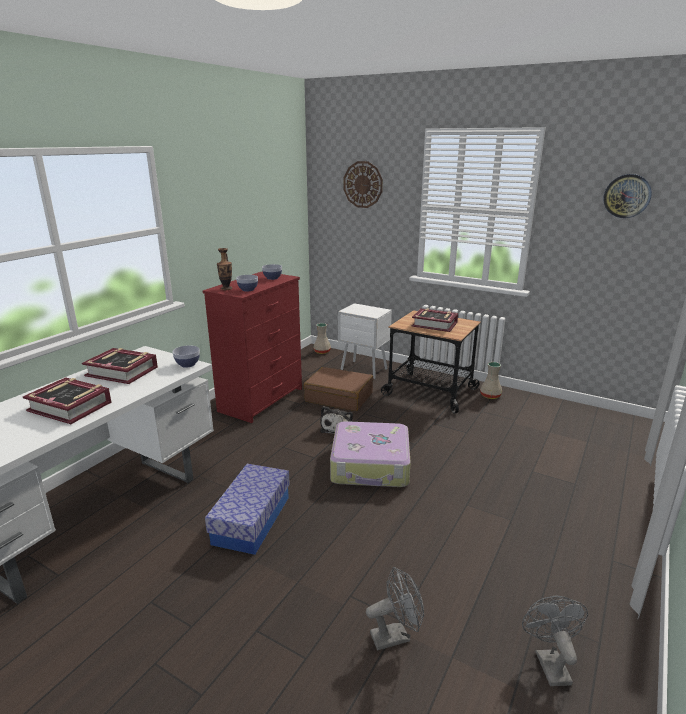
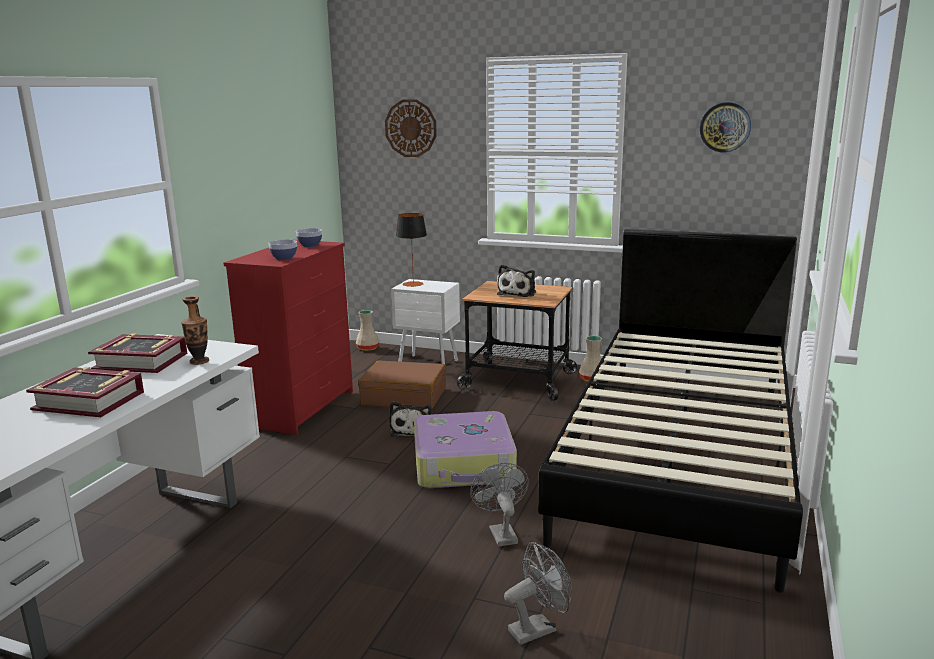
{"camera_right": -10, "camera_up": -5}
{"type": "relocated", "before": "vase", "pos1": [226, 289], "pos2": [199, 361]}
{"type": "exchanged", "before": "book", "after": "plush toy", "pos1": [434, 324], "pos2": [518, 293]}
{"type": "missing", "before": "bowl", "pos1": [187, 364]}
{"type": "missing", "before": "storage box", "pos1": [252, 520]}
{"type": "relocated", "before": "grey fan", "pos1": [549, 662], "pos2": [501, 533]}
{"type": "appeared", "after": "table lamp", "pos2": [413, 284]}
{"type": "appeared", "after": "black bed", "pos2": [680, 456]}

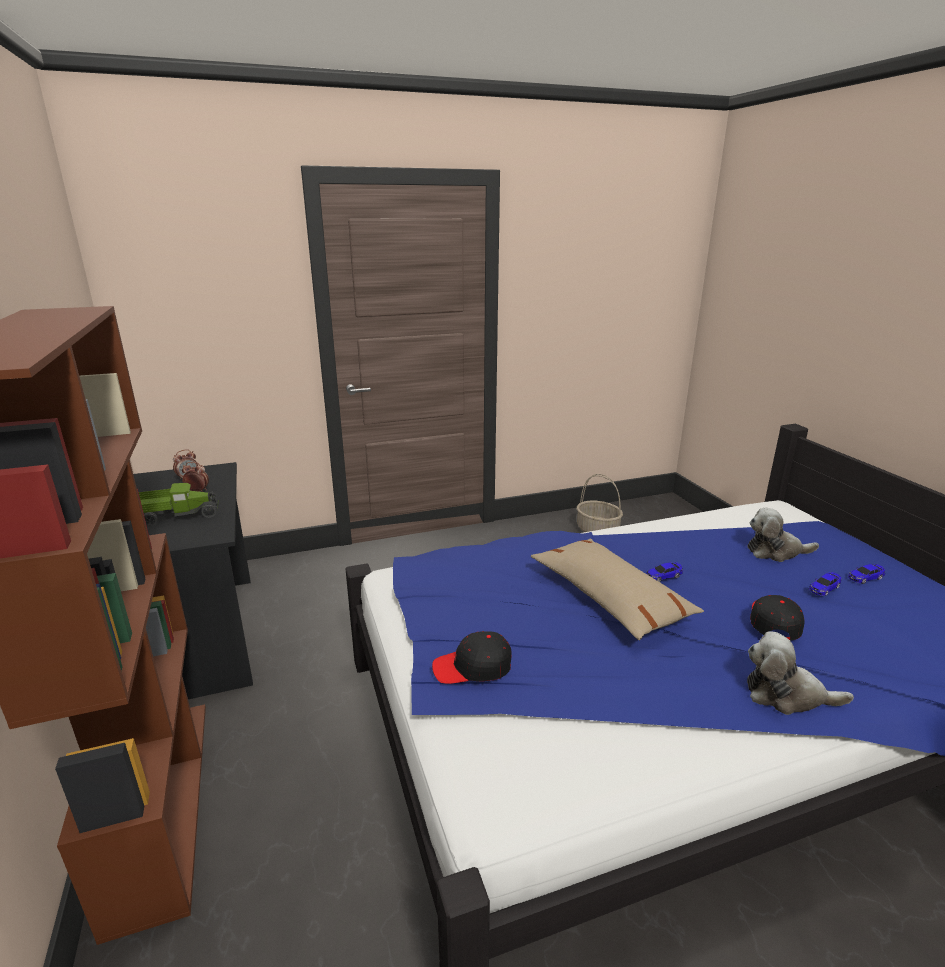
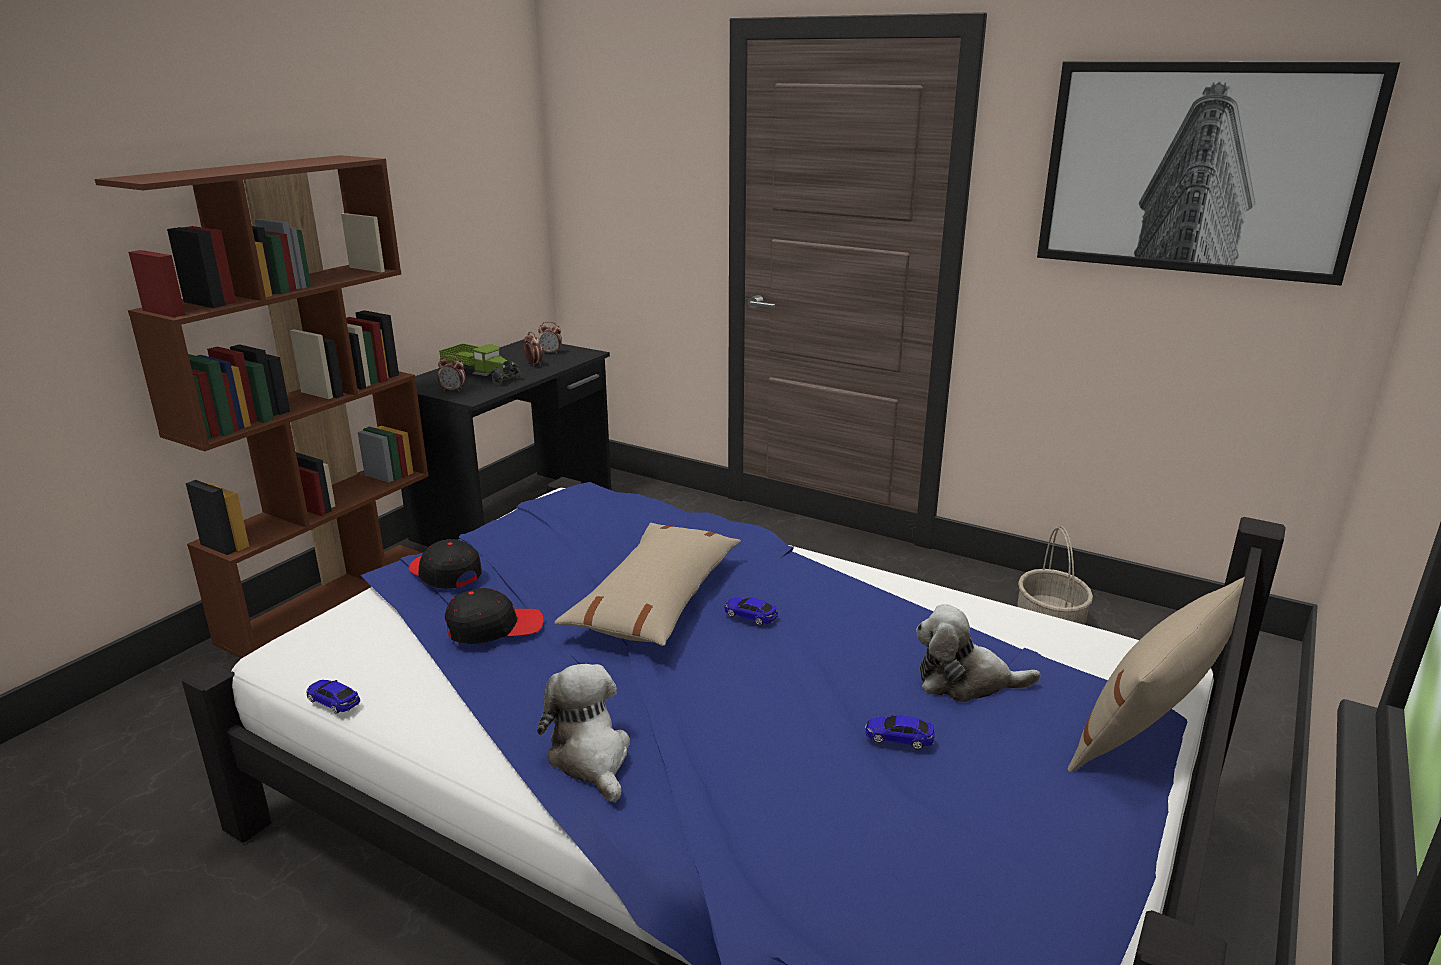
{"camera_right": 50, "camera_up": 0}
{"type": "spun", "before": "plush toy", "pos1": [775, 551], "pos2": [965, 681], "turn": -45}
{"type": "relocated", "before": "toy car", "pos1": [865, 578], "pos2": [333, 701]}
{"type": "relocated", "before": "black cap", "pos1": [773, 621], "pos2": [494, 627]}
{"type": "appeared", "after": "picture", "pos2": [1199, 169]}
{"type": "appeared", "after": "alarm clock", "pos2": [453, 390]}
{"type": "appeared", "after": "beige pillow", "pos2": [1151, 720]}

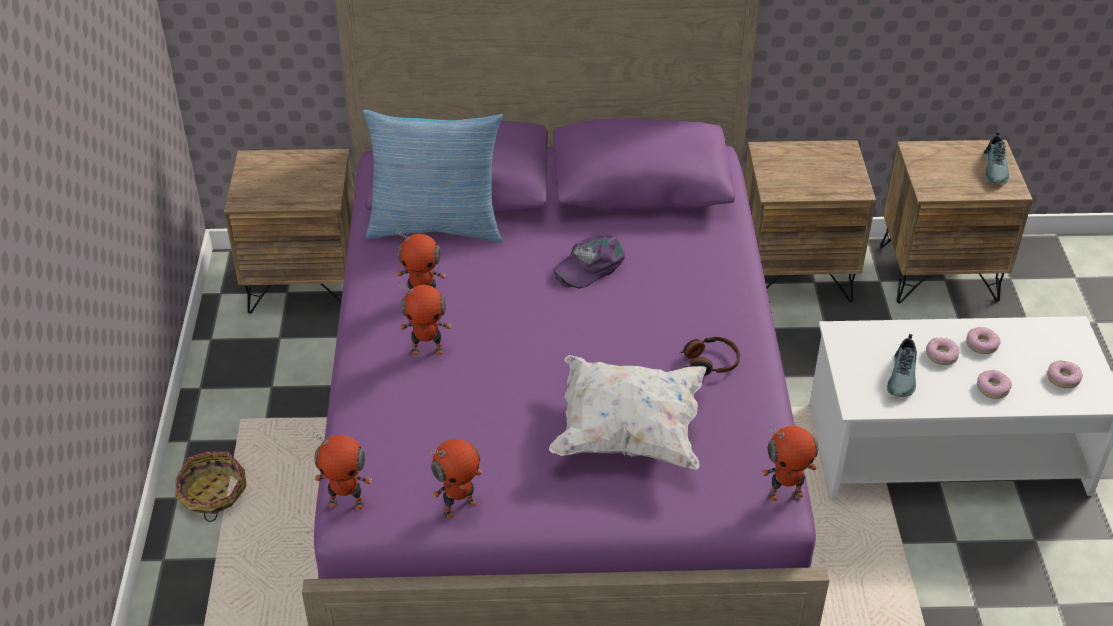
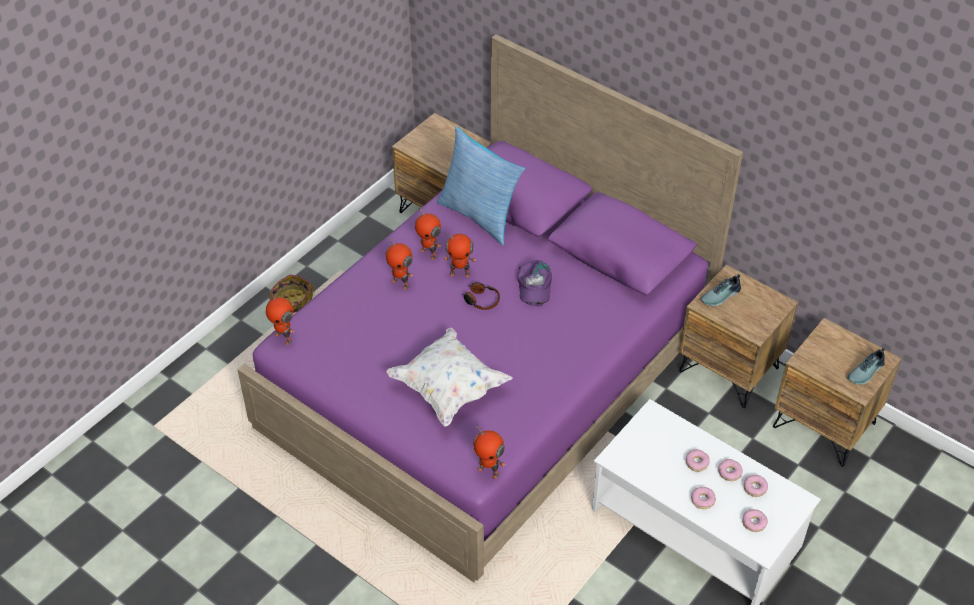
{"camera_right": 40, "camera_up": 5}
{"type": "spun", "before": "purple cap", "pos1": [589, 265], "pos2": [534, 286], "turn": -90}
{"type": "relocated", "before": "shoe", "pos1": [903, 376], "pos2": [721, 296]}
{"type": "relocated", "before": "headphones", "pos1": [709, 362], "pos2": [481, 300]}
{"type": "relocated", "before": "toy robot", "pos1": [458, 506], "pos2": [460, 273]}
{"type": "appeared", "after": "donut", "pos2": [754, 488]}

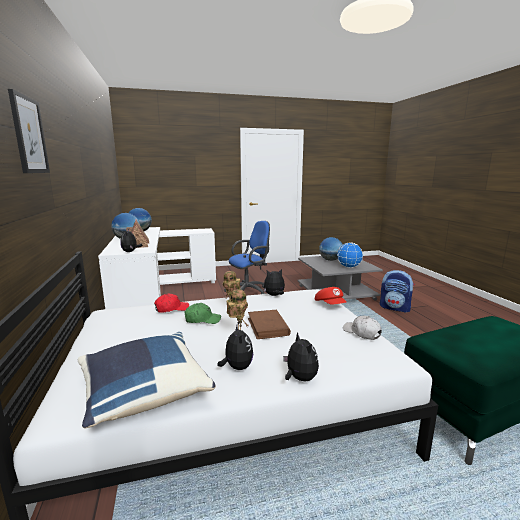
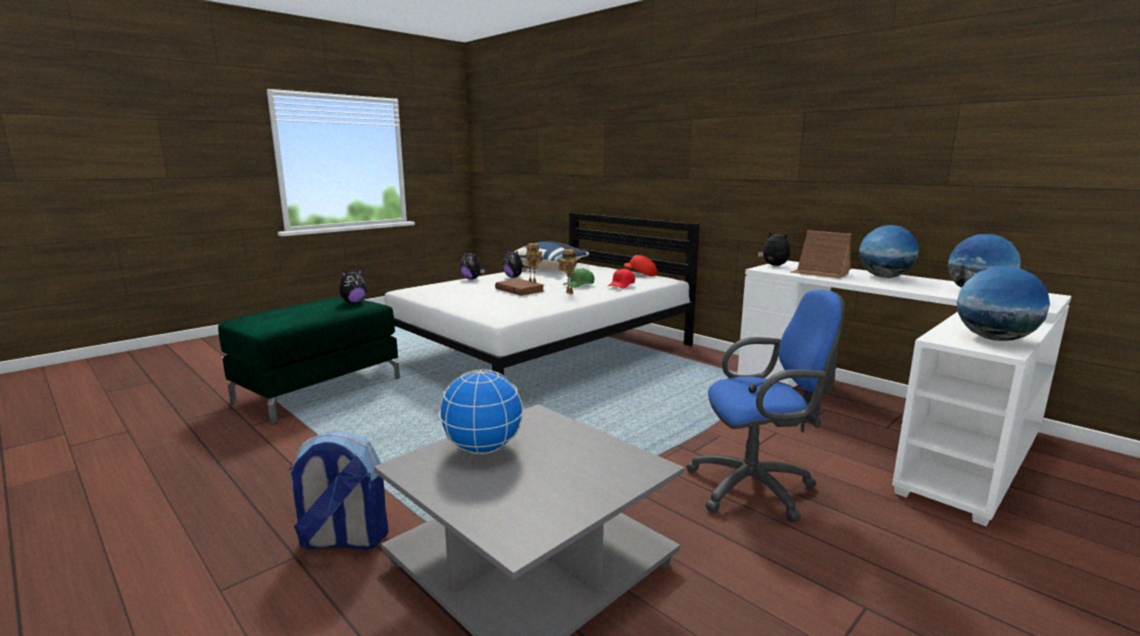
{"camera_right": 150, "camera_up": 0}
{"type": "missing", "before": "picture", "pos1": [29, 135]}
{"type": "spun", "before": "blue office chair", "pos1": [249, 291], "pos2": [757, 488], "turn": -120}
{"type": "relocated", "before": "globe", "pos1": [330, 260], "pos2": [994, 339]}
{"type": "relocated", "before": "plush toy", "pos1": [274, 295], "pos2": [354, 302]}
{"type": "relocated", "before": "red cap", "pos1": [330, 305], "pos2": [640, 274]}
{"type": "missing", "before": "white cap", "pos1": [361, 333]}

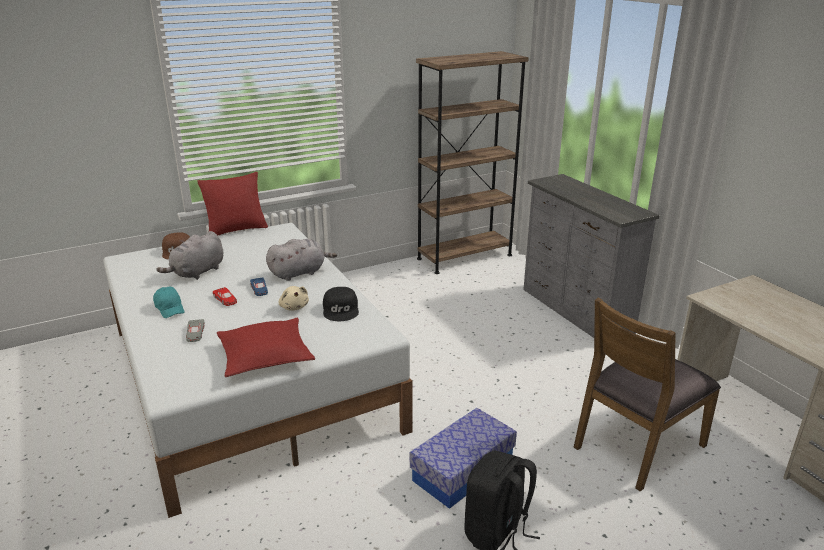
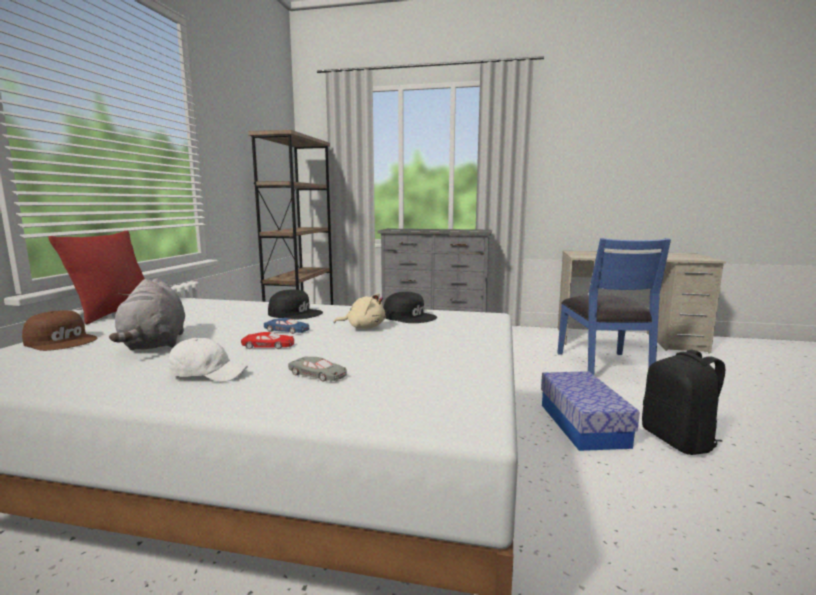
{"camera_right": -50, "camera_up": -15}
{"type": "exchanged", "before": "grey plush toy", "after": "black cap", "pos1": [299, 273], "pos2": [295, 313]}
{"type": "colour", "before": "turquoise cap", "after": "white cap", "pos1": [170, 308], "pos2": [208, 374]}
{"type": "colour", "before": "brown chair", "after": "blue chair", "pos1": [637, 445], "pos2": [604, 366]}
{"type": "missing", "before": "red pillow", "pos1": [265, 356]}

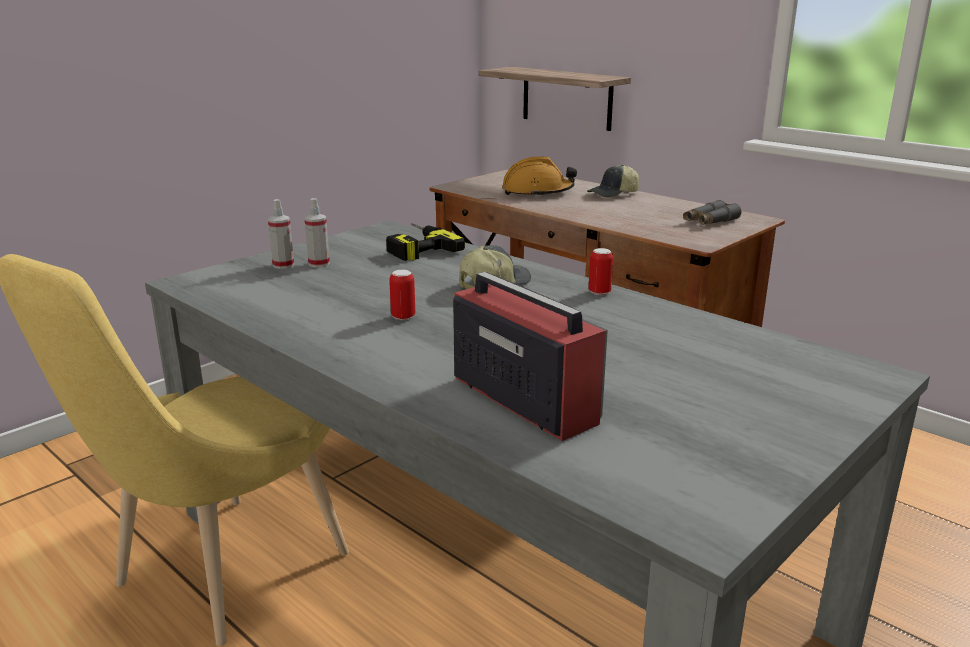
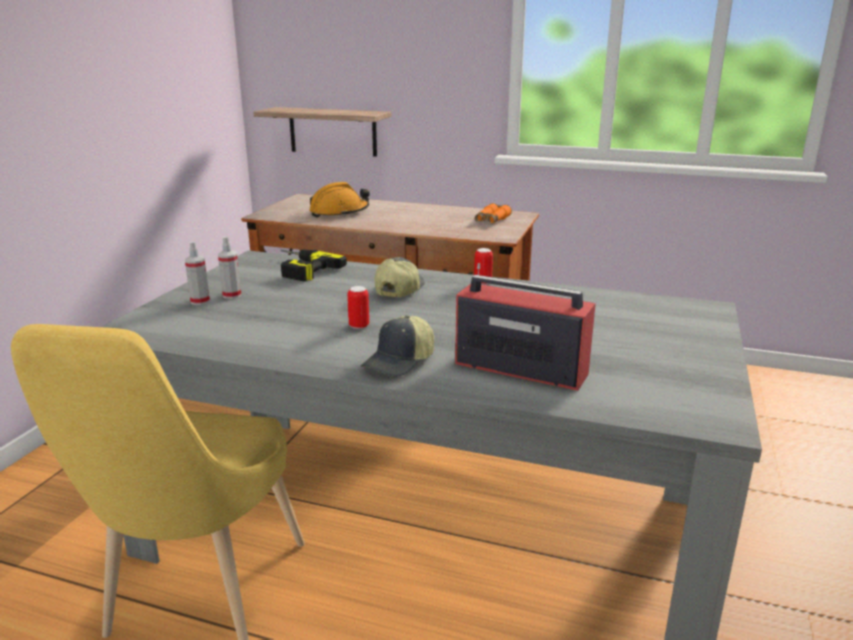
{"camera_right": -25, "camera_up": 0}
{"type": "relocated", "before": "cap", "pos1": [613, 194], "pos2": [400, 362]}
{"type": "colour", "before": "grey binoculars", "after": "orange binoculars", "pos1": [710, 221], "pos2": [492, 220]}

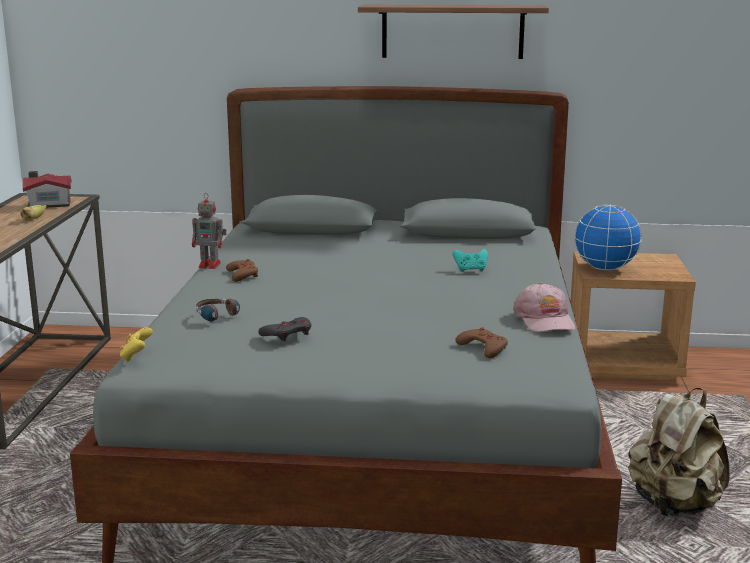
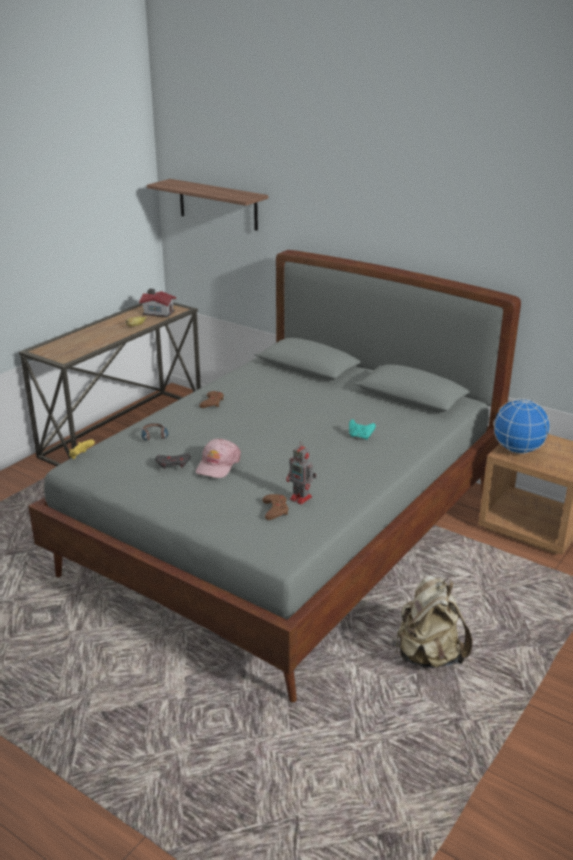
{"camera_right": 30, "camera_up": 10}
{"type": "relocated", "before": "shelf", "pos1": [452, 31], "pos2": [218, 204]}
{"type": "relocated", "before": "toy robot", "pos1": [211, 265], "pos2": [301, 498]}
{"type": "relocated", "before": "pink cap", "pos1": [545, 320], "pos2": [217, 465]}

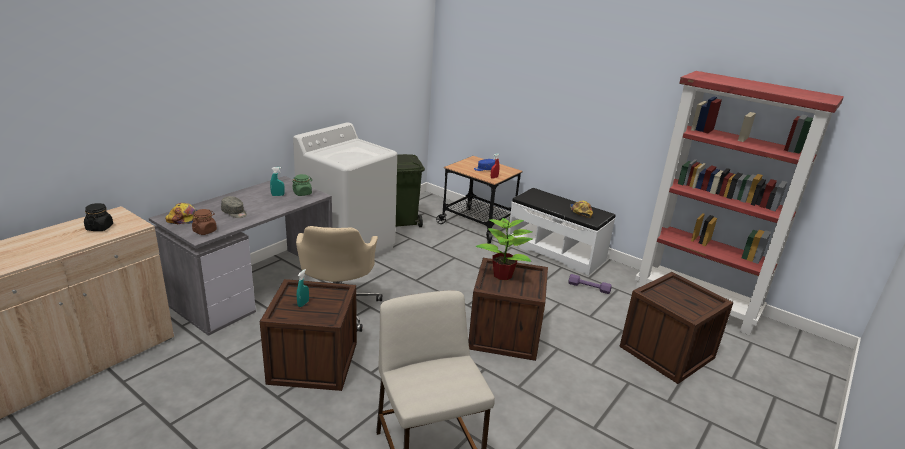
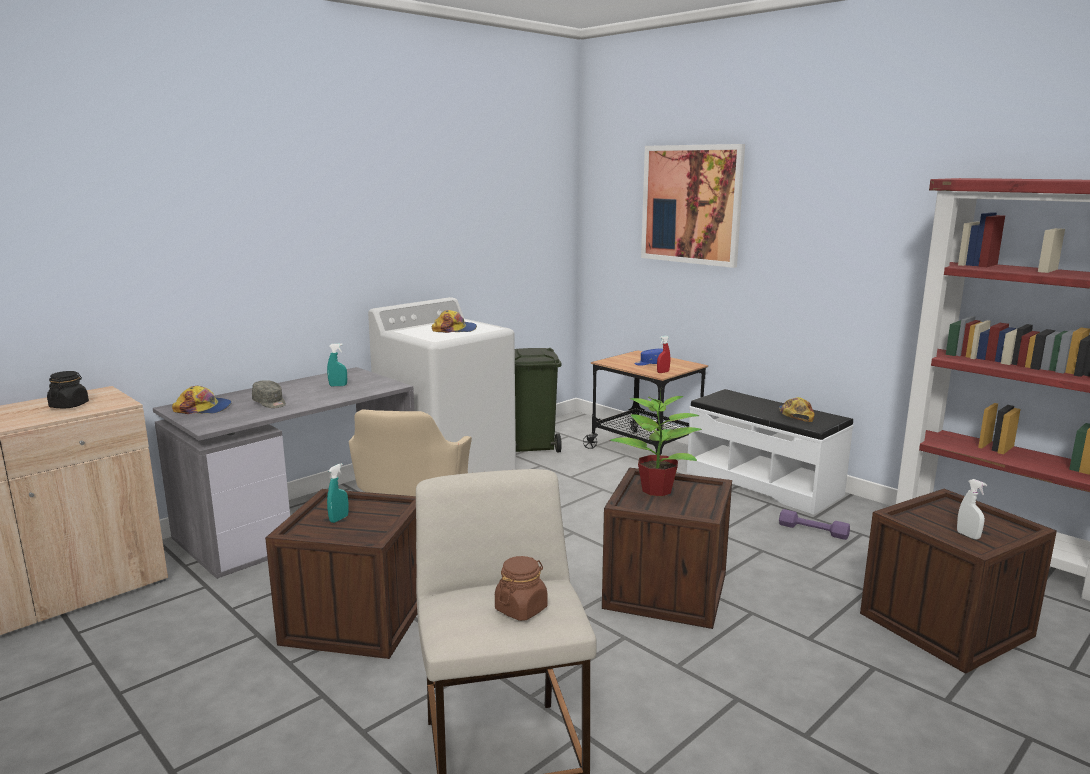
{"camera_right": 10, "camera_up": -10}
{"type": "missing", "before": "green jar", "pos1": [302, 193]}
{"type": "relocated", "before": "brown jar", "pos1": [205, 231], "pos2": [521, 609]}
{"type": "appeared", "after": "picture", "pos2": [691, 204]}
{"type": "appeared", "after": "cap", "pos2": [455, 329]}
{"type": "appeared", "after": "white spray bottle", "pos2": [968, 535]}

